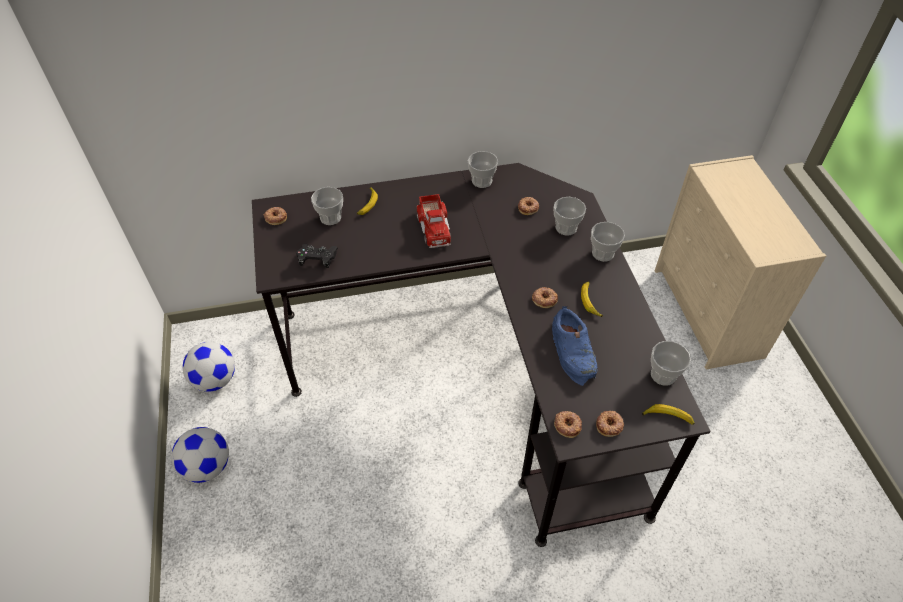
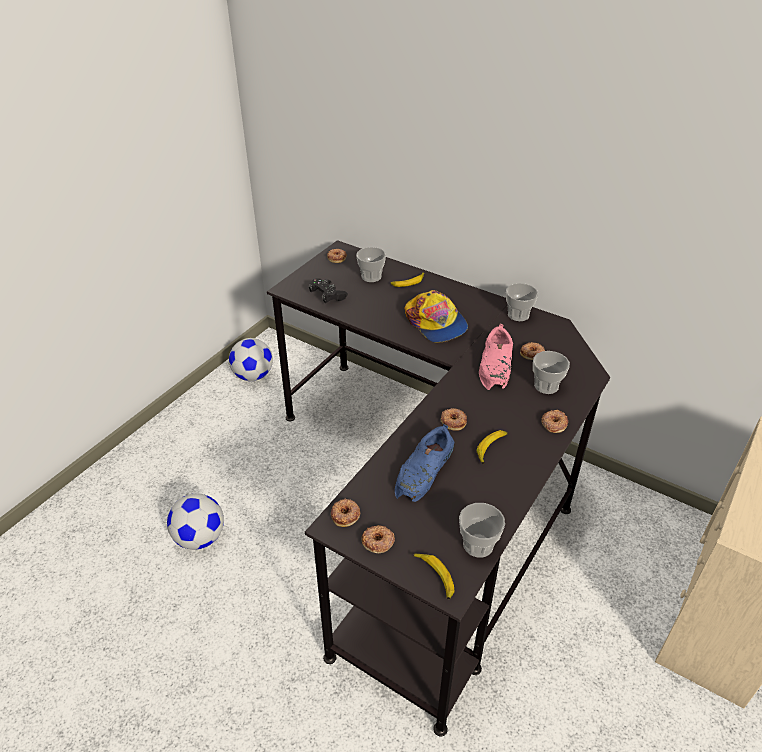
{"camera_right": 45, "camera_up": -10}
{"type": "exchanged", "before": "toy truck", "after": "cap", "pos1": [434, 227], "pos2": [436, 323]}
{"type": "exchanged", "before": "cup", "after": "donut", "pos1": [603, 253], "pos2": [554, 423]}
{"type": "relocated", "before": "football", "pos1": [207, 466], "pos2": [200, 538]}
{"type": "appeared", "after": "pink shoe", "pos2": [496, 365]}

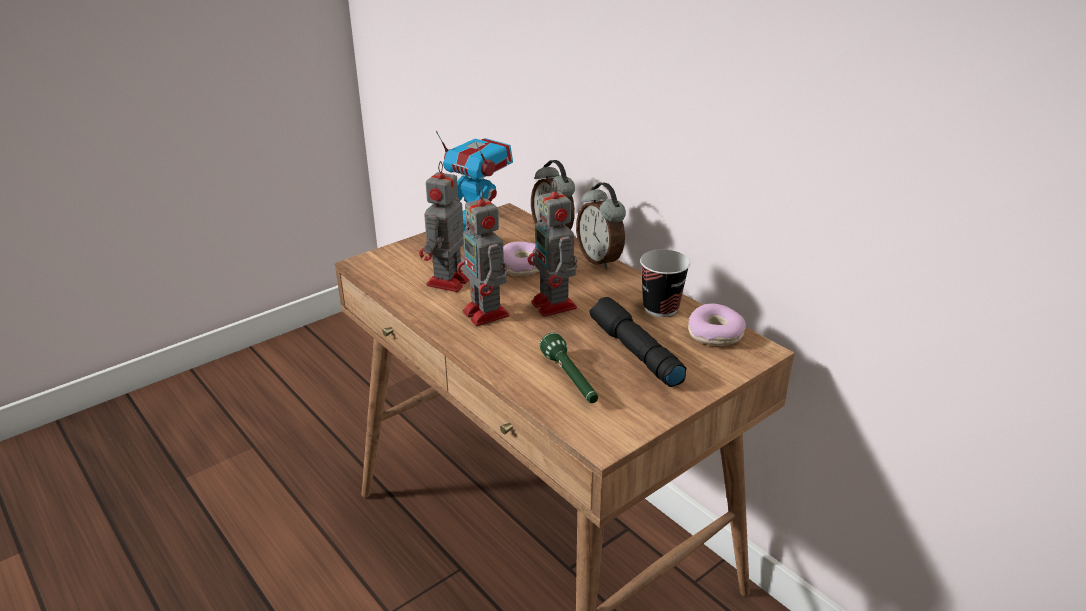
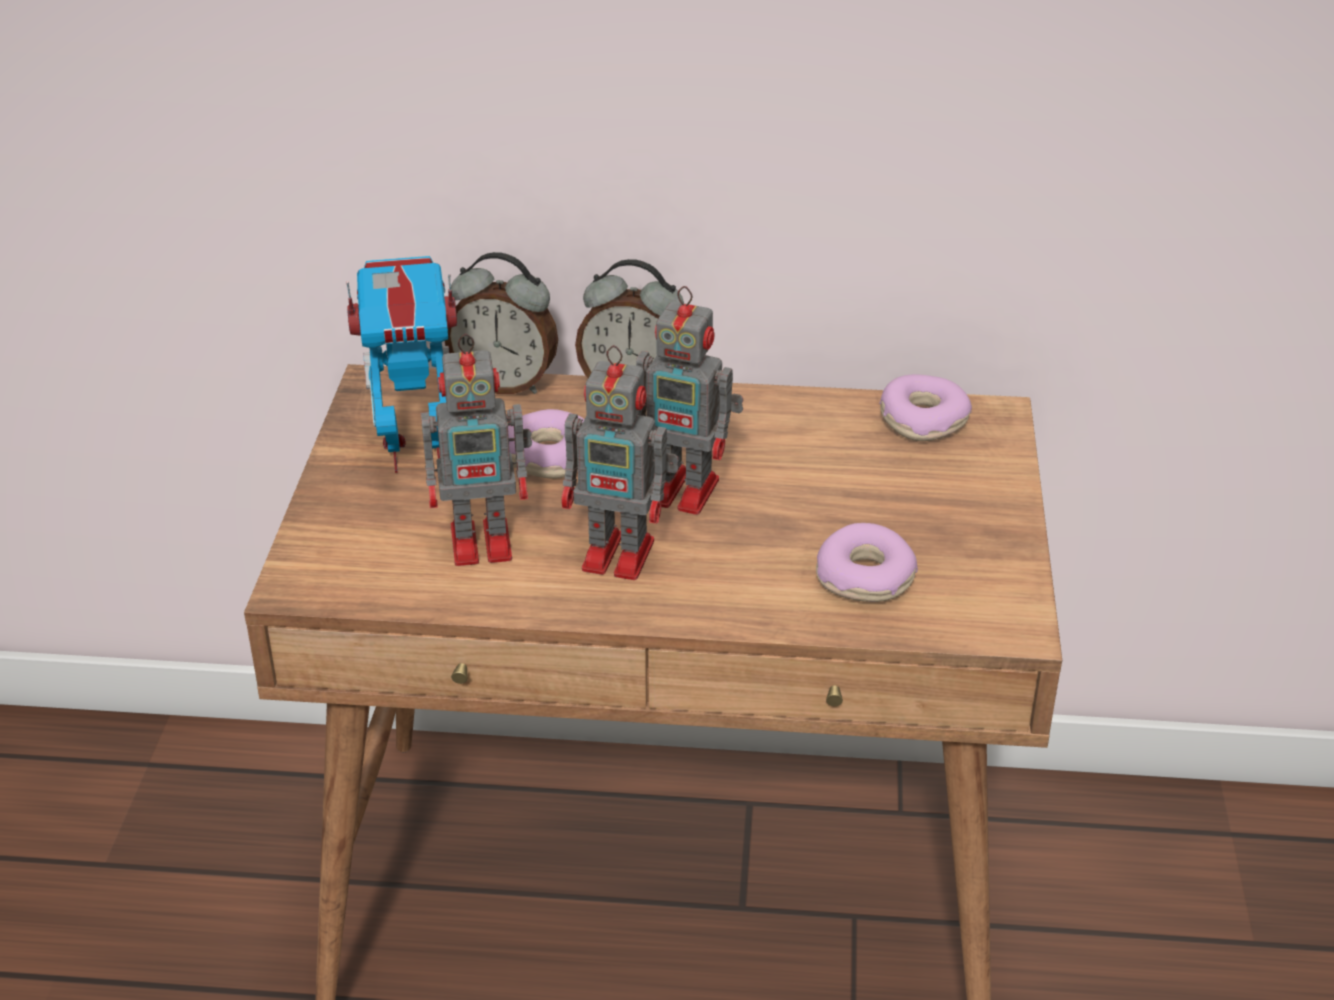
{"camera_right": -45, "camera_up": 5}
{"type": "spun", "before": "toy robot", "pos1": [447, 283], "pos2": [485, 542], "turn": -75}
{"type": "missing", "before": "cup", "pos1": [661, 308]}
{"type": "missing", "before": "black flashlight", "pos1": [634, 352]}
{"type": "exchanged", "before": "green flashlight", "after": "donut", "pos1": [570, 380], "pos2": [866, 578]}

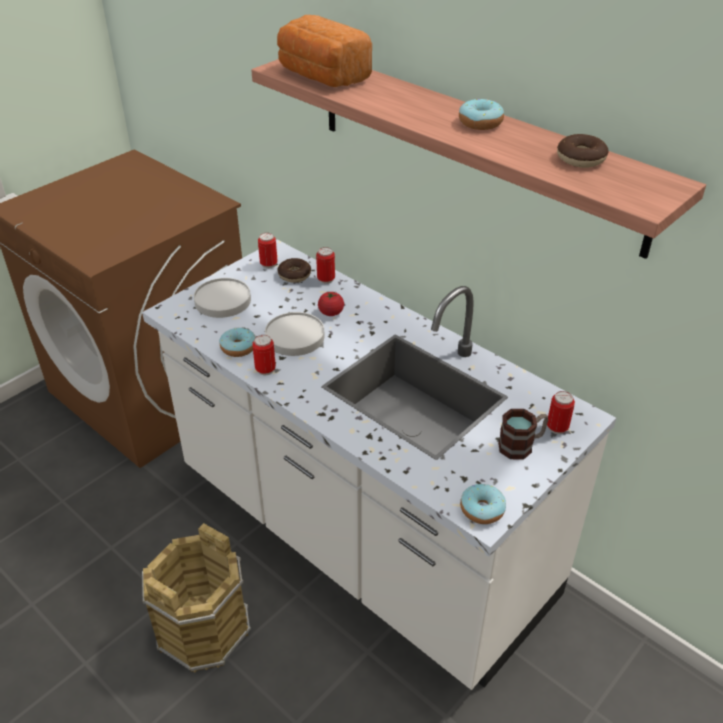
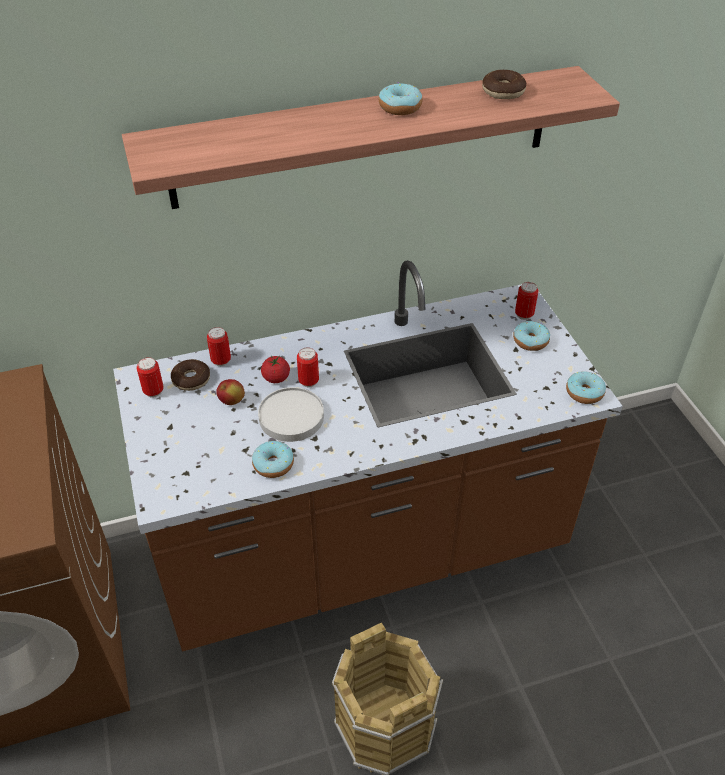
{"camera_right": -60, "camera_up": 5}
{"type": "missing", "before": "bread", "pos1": [321, 76]}
{"type": "colour", "before": "white counter", "after": "brown counter", "pos1": [361, 536], "pos2": [362, 550]}
{"type": "missing", "before": "white plate", "pos1": [222, 300]}
{"type": "relocated", "before": "can", "pos1": [265, 370], "pos2": [308, 381]}
{"type": "exchanged", "before": "mug", "after": "donut", "pos1": [521, 445], "pos2": [530, 341]}
{"type": "appeared", "after": "apple", "pos2": [232, 401]}

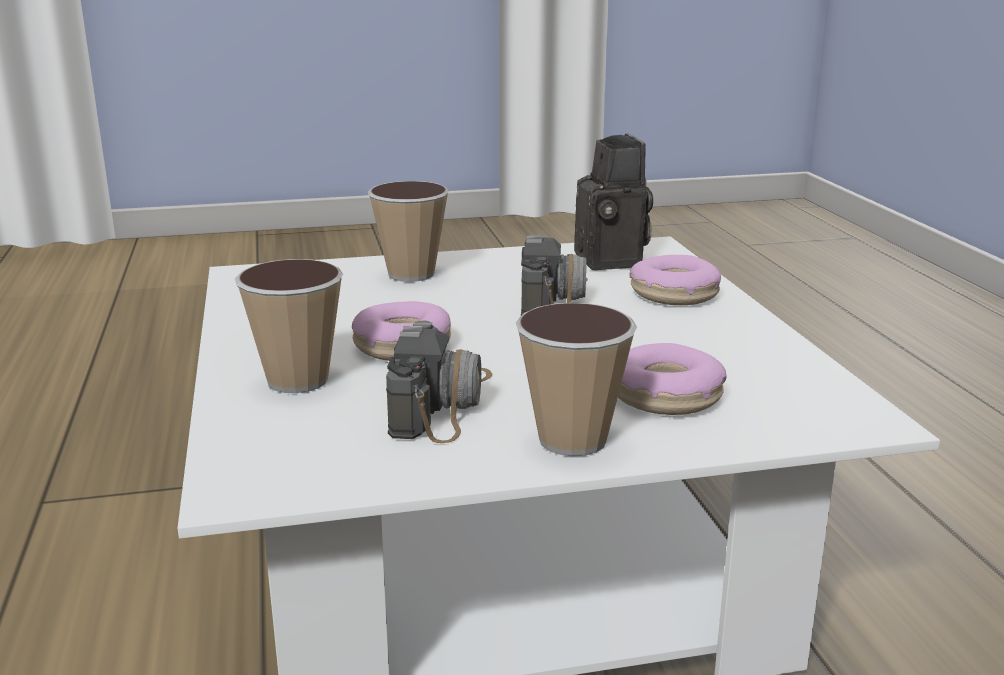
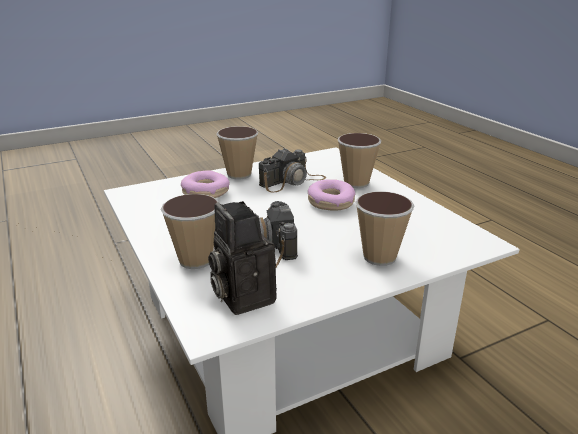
{"camera_right": 165, "camera_up": 5}
{"type": "exchanged", "before": "donut", "after": "cup", "pos1": [674, 294], "pos2": [195, 260]}
{"type": "spun", "before": "photo camera", "pos1": [442, 402], "pos2": [292, 181], "turn": -120}

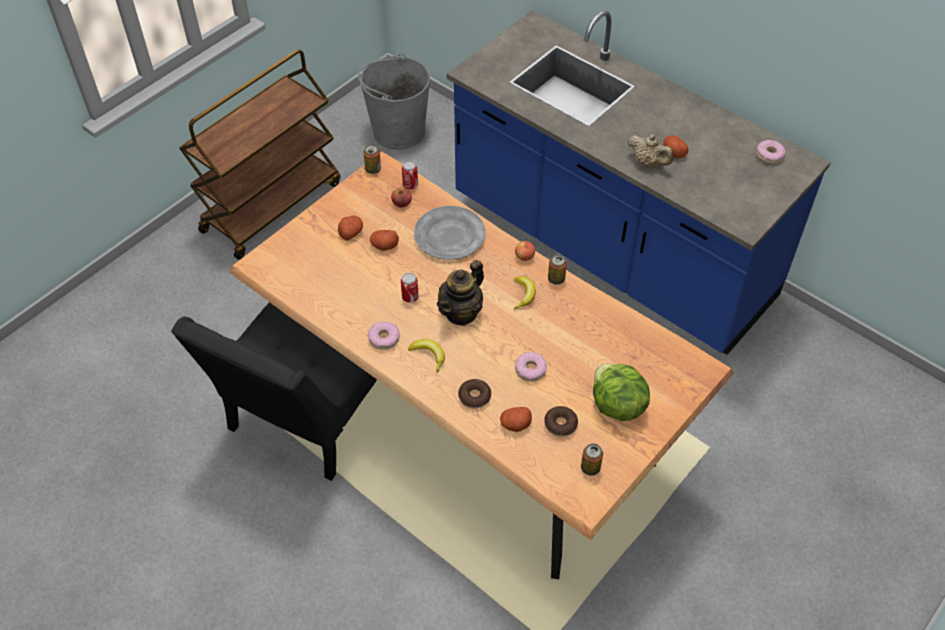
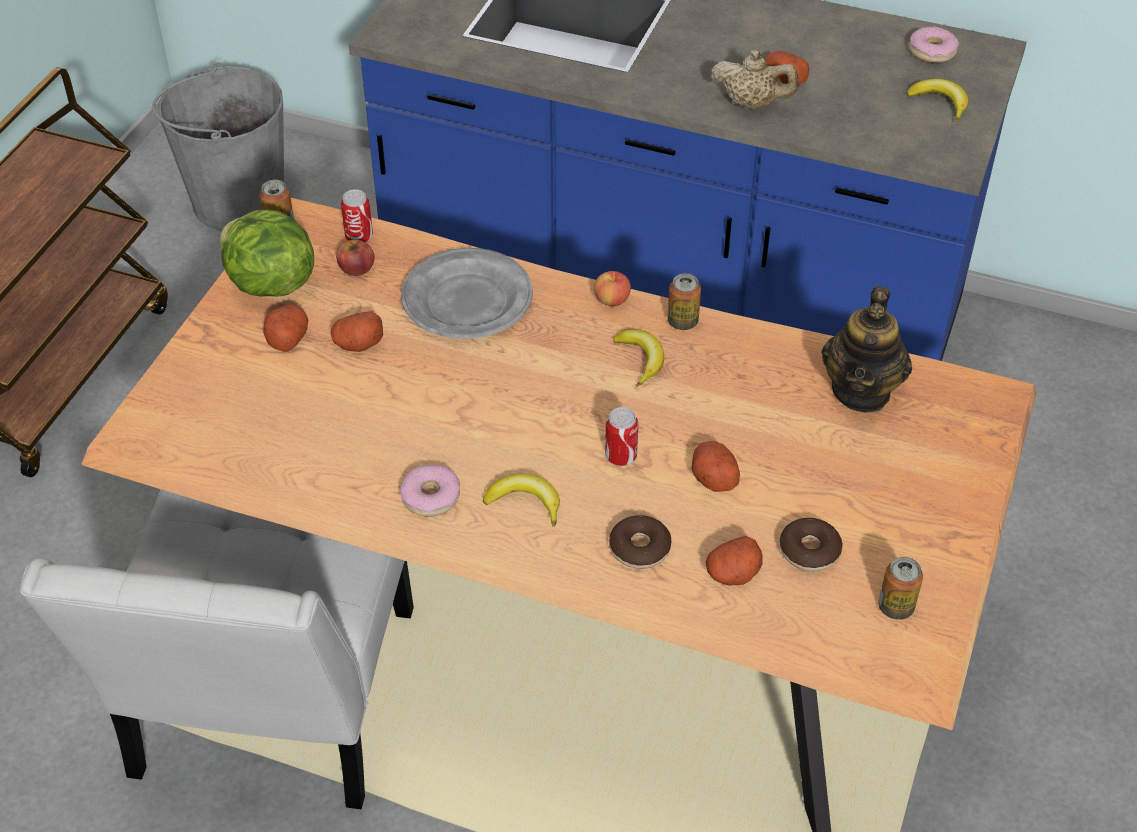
{"camera_right": -20, "camera_up": -5}
{"type": "relocated", "before": "teapot", "pos1": [461, 312], "pos2": [861, 391]}
{"type": "relocated", "before": "can", "pos1": [410, 297], "pos2": [621, 457]}
{"type": "colour", "before": "black chair", "after": "white chair", "pos1": [308, 415], "pos2": [269, 707]}
{"type": "exchanged", "before": "donut", "after": "potato", "pos1": [530, 370], "pos2": [713, 477]}
{"type": "relocated", "before": "lettuce", "pos1": [616, 406], "pos2": [269, 284]}
{"type": "appeared", "after": "banana", "pos2": [940, 103]}

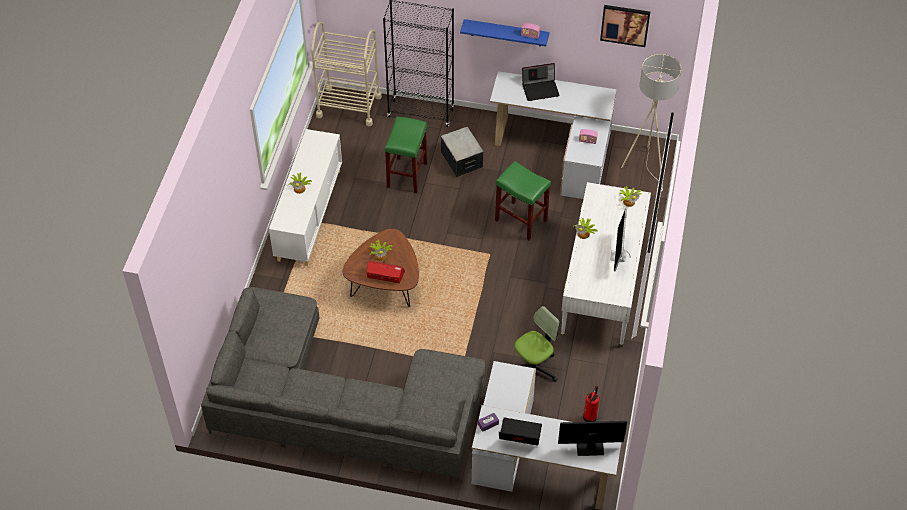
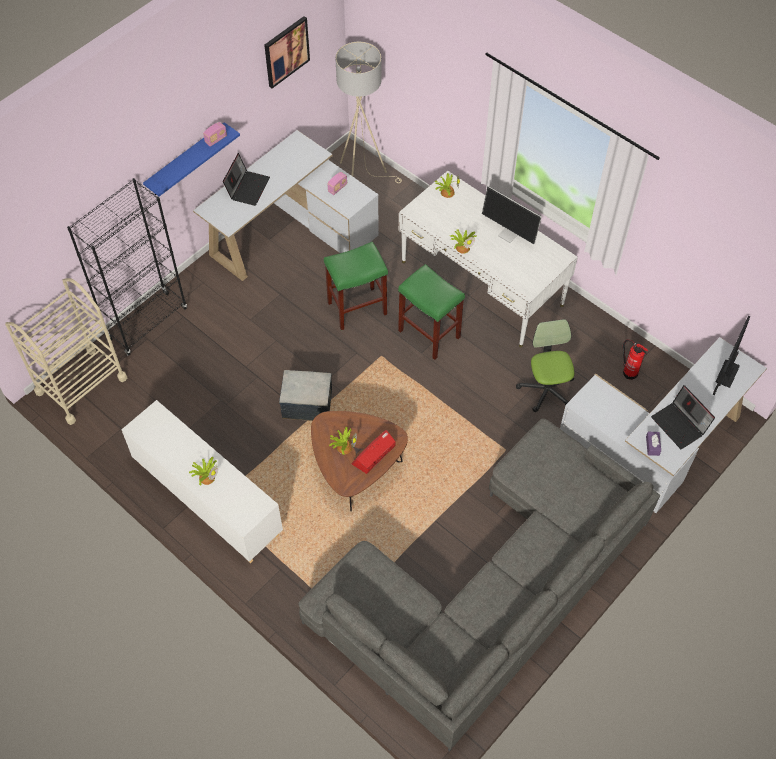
{"camera_right": -60, "camera_up": 5}
{"type": "relocated", "before": "green stool", "pos1": [407, 174], "pos2": [428, 334]}
{"type": "relocated", "before": "storage box", "pos1": [462, 160], "pos2": [307, 404]}
{"type": "spun", "before": "laptop", "pos1": [519, 435], "pos2": [680, 425], "turn": -75}

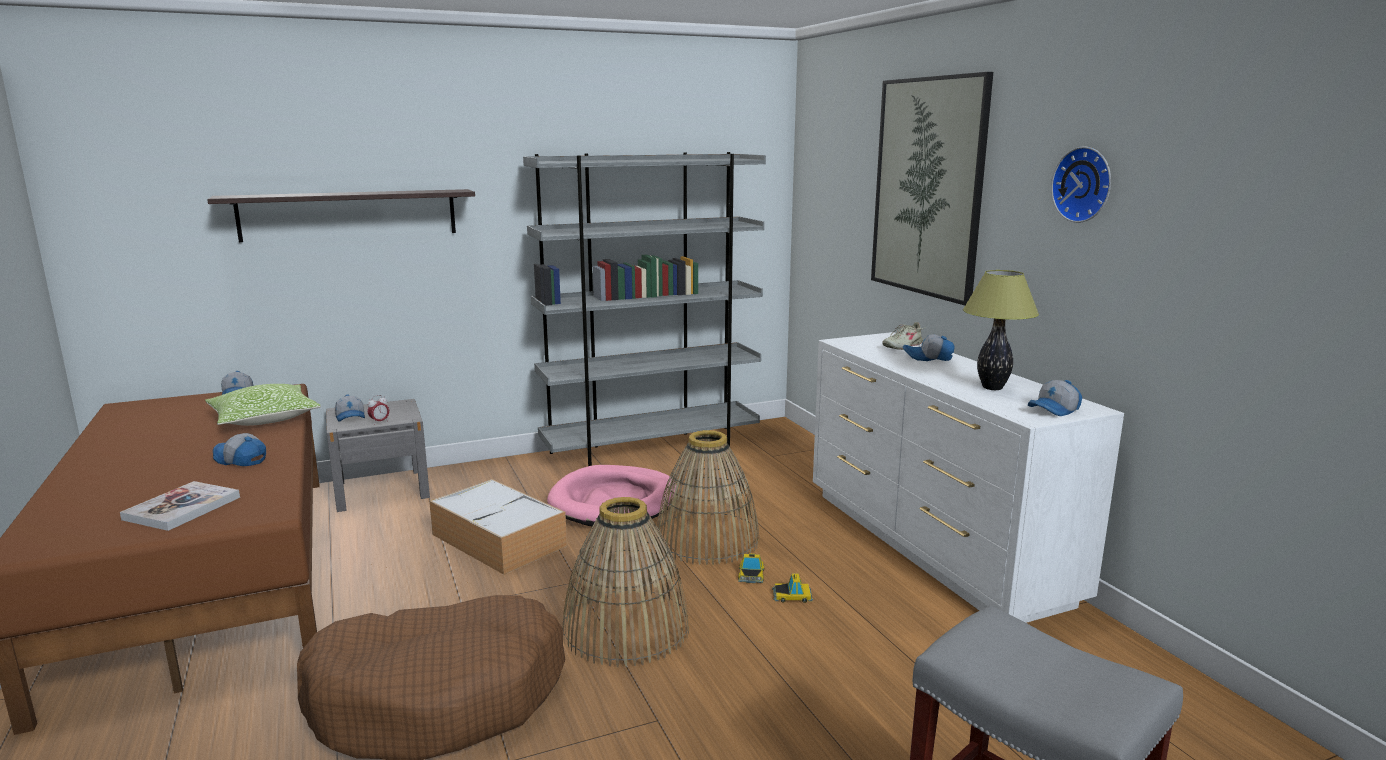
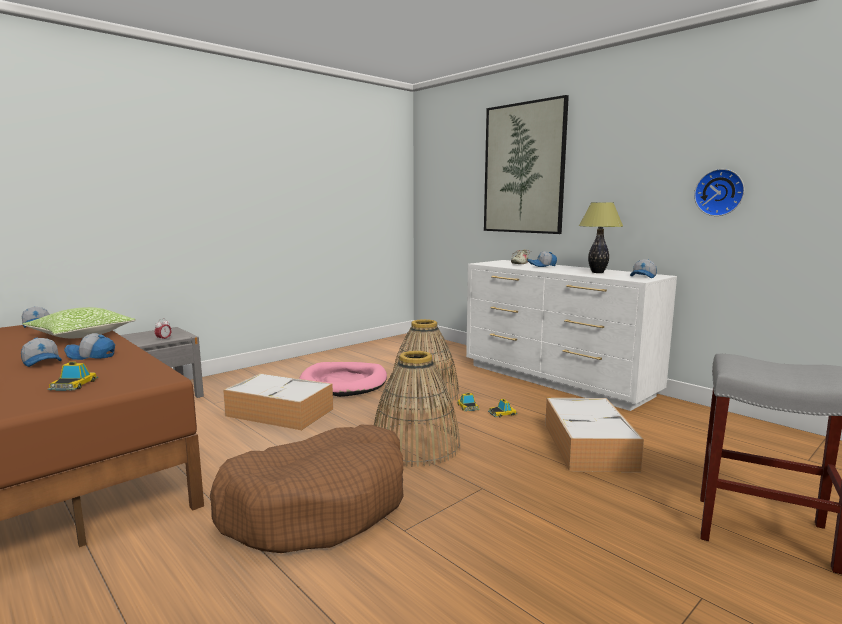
{"camera_right": -20, "camera_up": -5}
{"type": "relocated", "before": "wall clock", "pos1": [1084, 184], "pos2": [720, 192]}
{"type": "missing", "before": "grey bookcase", "pos1": [651, 449]}
{"type": "missing", "before": "shelf", "pos1": [349, 214]}
{"type": "relocated", "before": "cap", "pos1": [351, 417], "pos2": [43, 362]}
{"type": "exchanged", "before": "book", "after": "toy car", "pos1": [182, 508], "pos2": [74, 385]}
{"type": "appeared", "after": "storage box", "pos2": [589, 447]}

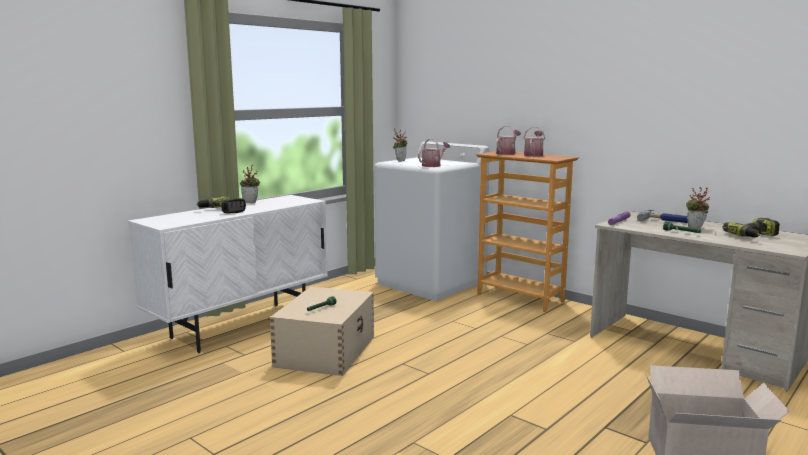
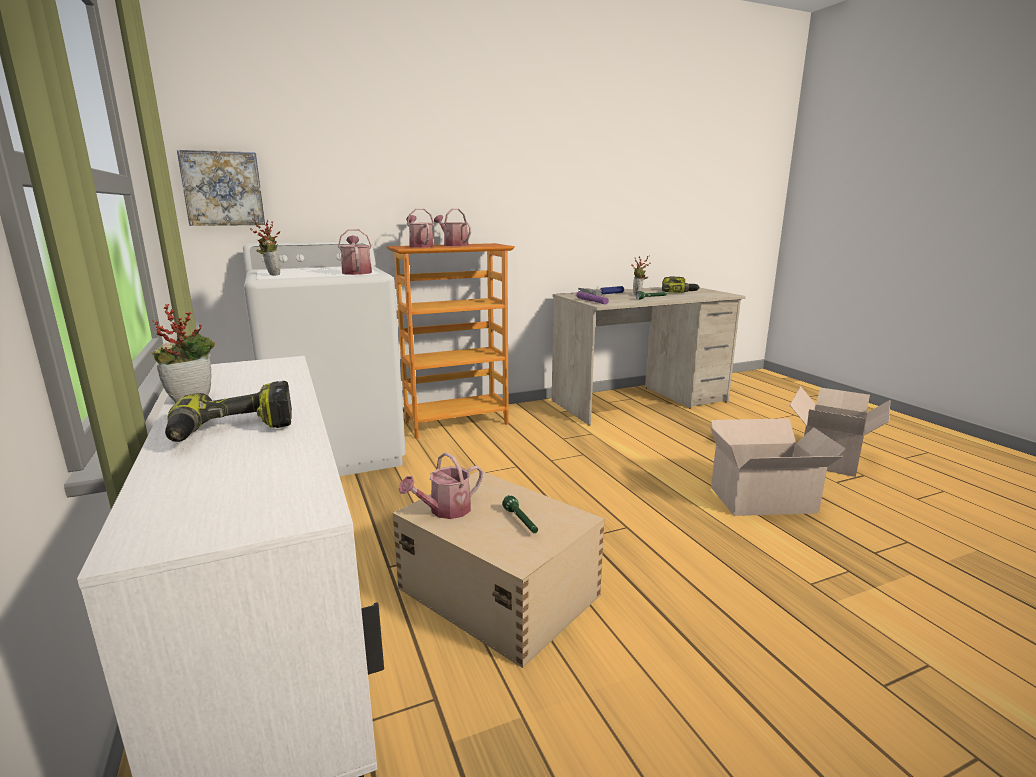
{"camera_right": -65, "camera_up": 5}
{"type": "appeared", "after": "picture", "pos2": [223, 189]}
{"type": "appeared", "after": "cardboard box", "pos2": [765, 500]}
{"type": "appeared", "after": "watering can", "pos2": [445, 510]}

